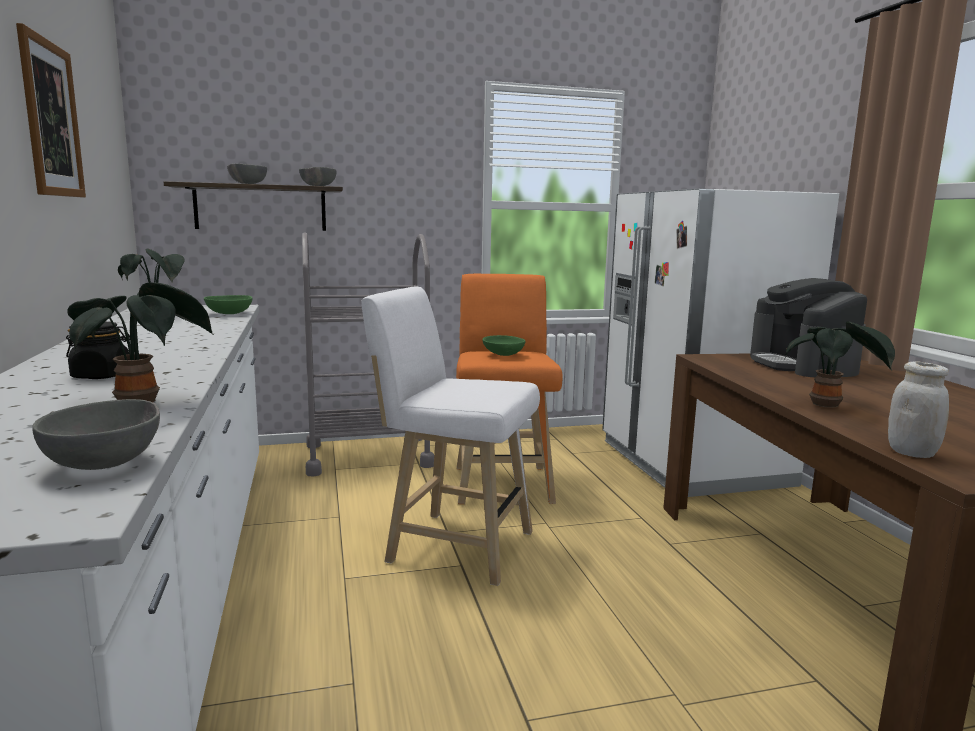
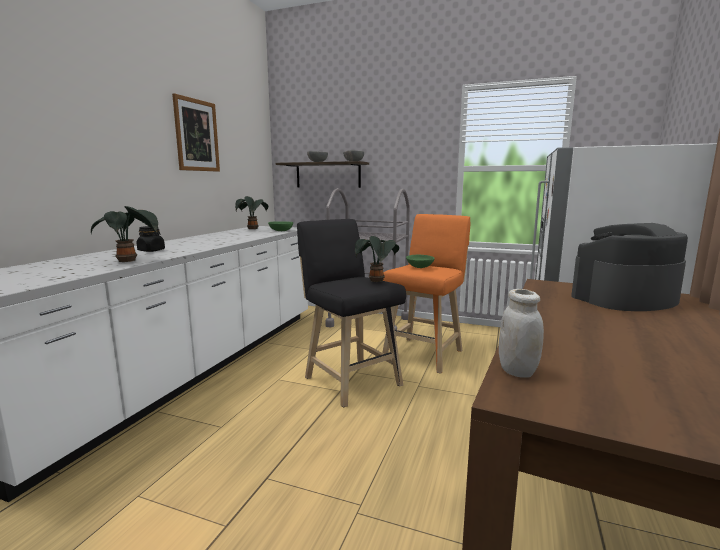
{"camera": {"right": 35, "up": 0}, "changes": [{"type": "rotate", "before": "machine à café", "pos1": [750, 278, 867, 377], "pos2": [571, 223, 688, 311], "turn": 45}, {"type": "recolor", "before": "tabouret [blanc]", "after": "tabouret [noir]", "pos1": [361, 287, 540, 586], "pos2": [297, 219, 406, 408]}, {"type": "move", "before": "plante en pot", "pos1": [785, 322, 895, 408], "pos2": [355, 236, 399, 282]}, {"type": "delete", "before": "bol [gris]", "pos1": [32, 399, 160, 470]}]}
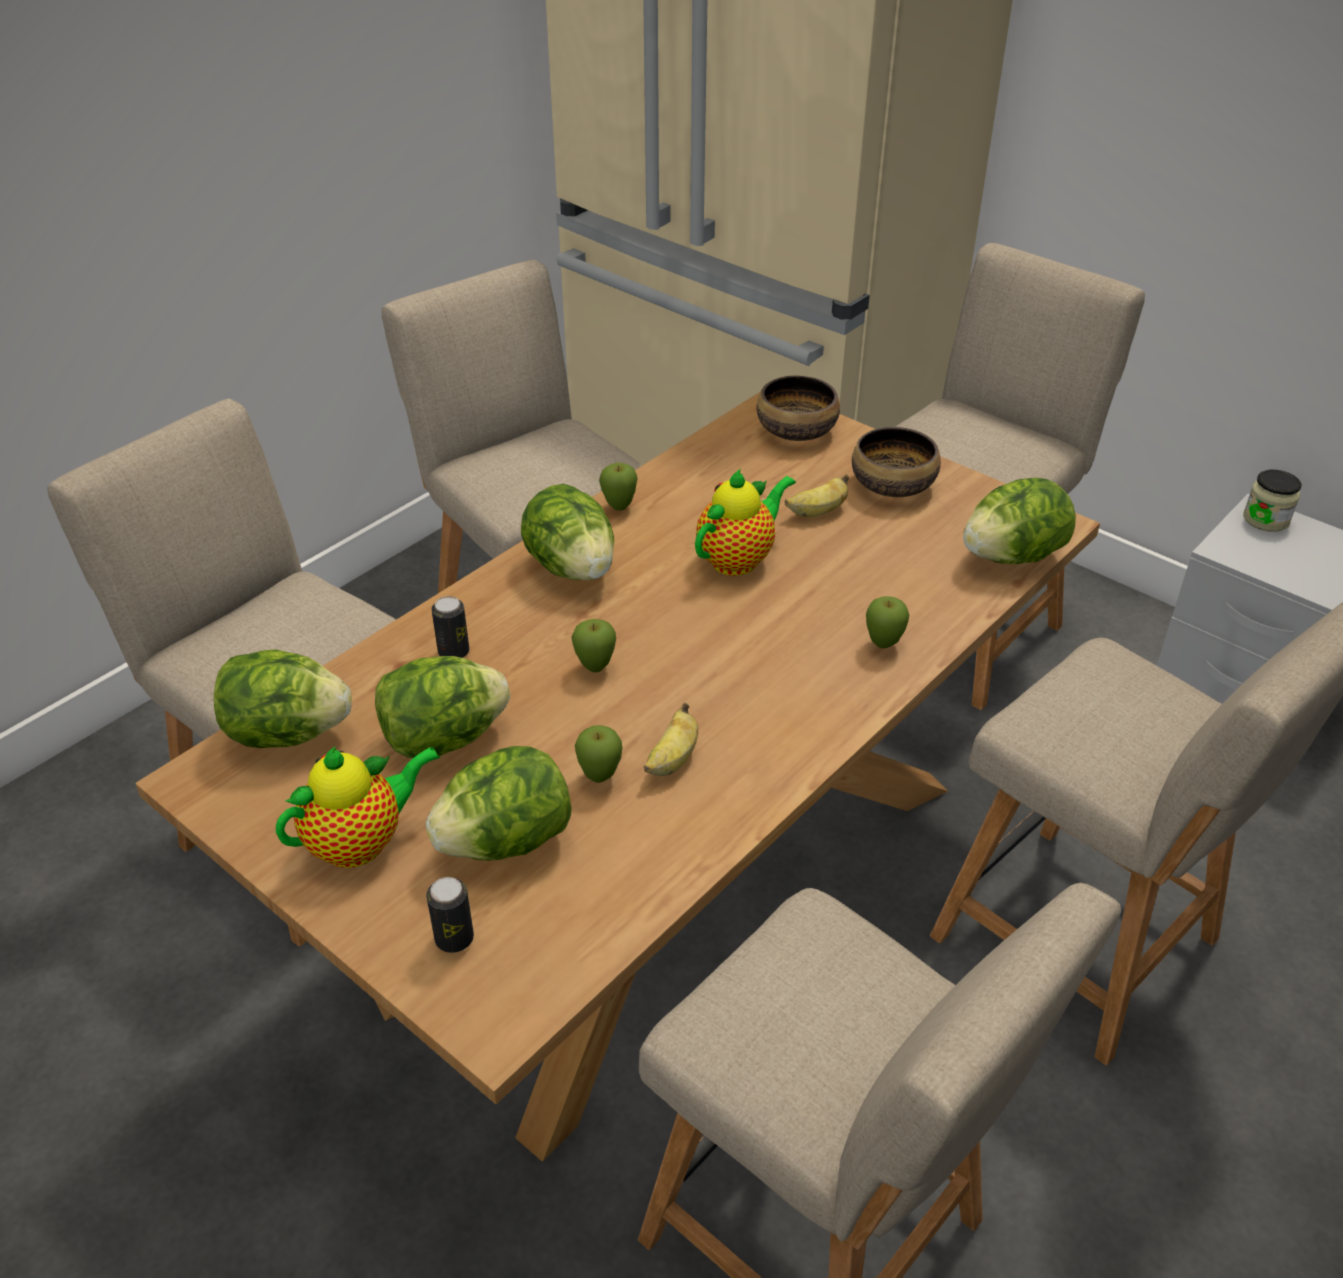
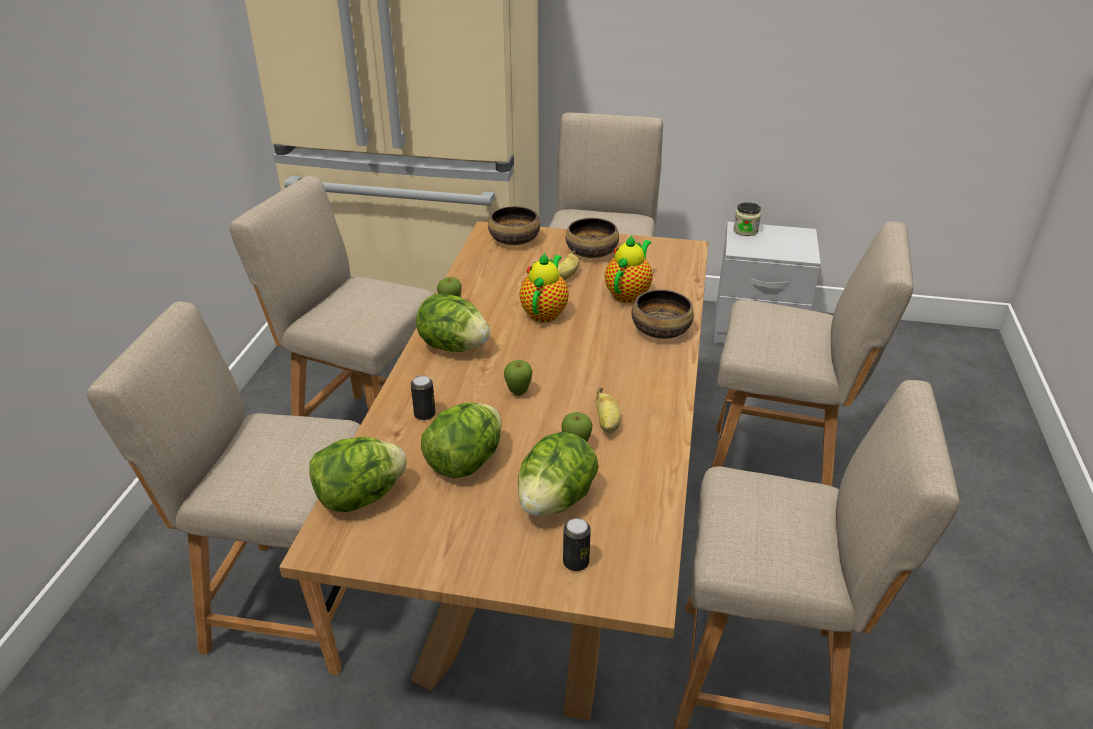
{"camera": {"right": -30, "up": -5}, "changes": [{"type": "delete", "before": "laitue", "pos1": [963, 478, 1076, 564]}, {"type": "replace", "before": "pomme", "after": "bol", "pos1": [866, 596, 909, 648], "pos2": [632, 290, 694, 339]}, {"type": "move", "before": "théière", "pos1": [276, 746, 440, 868], "pos2": [605, 235, 653, 303]}]}
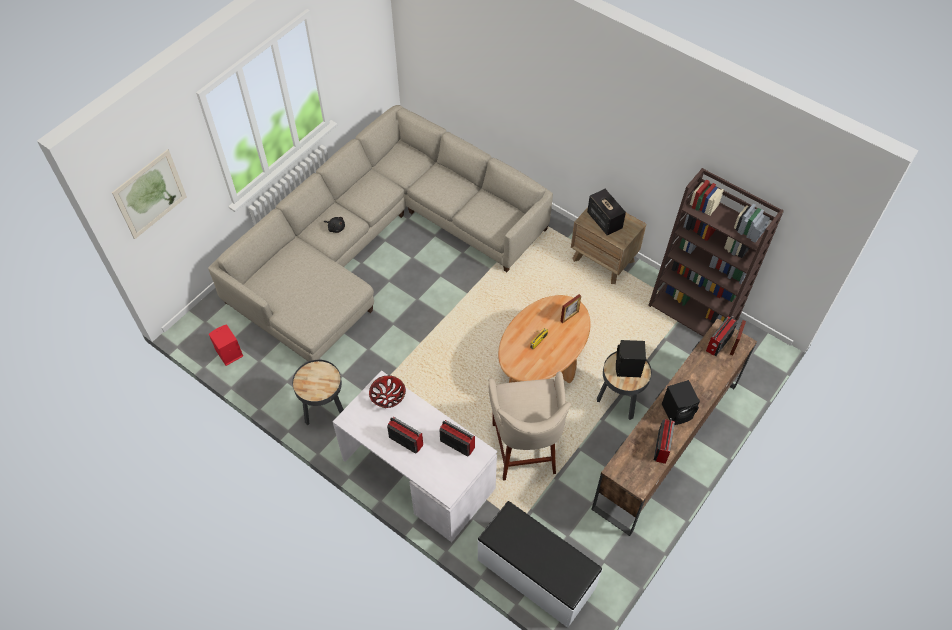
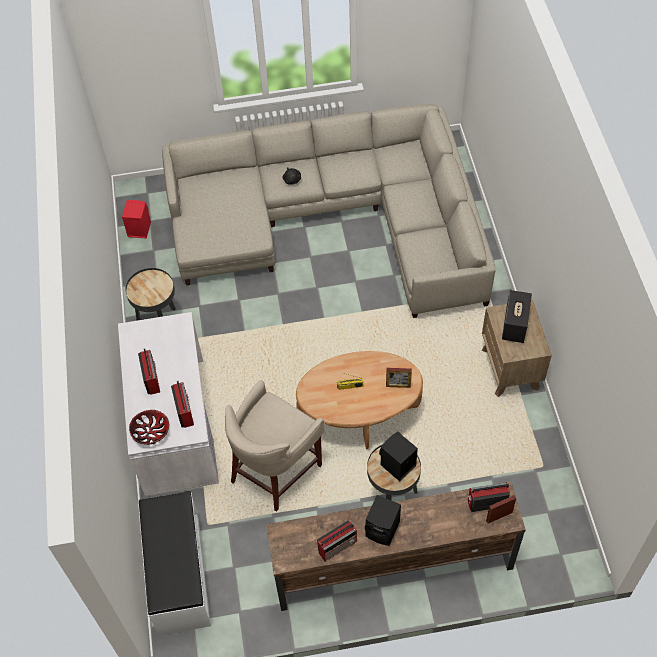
{"camera": {"right": 45, "up": 0}, "changes": [{"type": "delete", "before": "tableau", "pos1": [112, 149, 187, 239]}, {"type": "delete", "before": "bibliothèque [marron]", "pos1": [648, 168, 784, 337]}, {"type": "move", "before": "bol", "pos1": [369, 375, 406, 408], "pos2": [129, 410, 169, 445]}]}
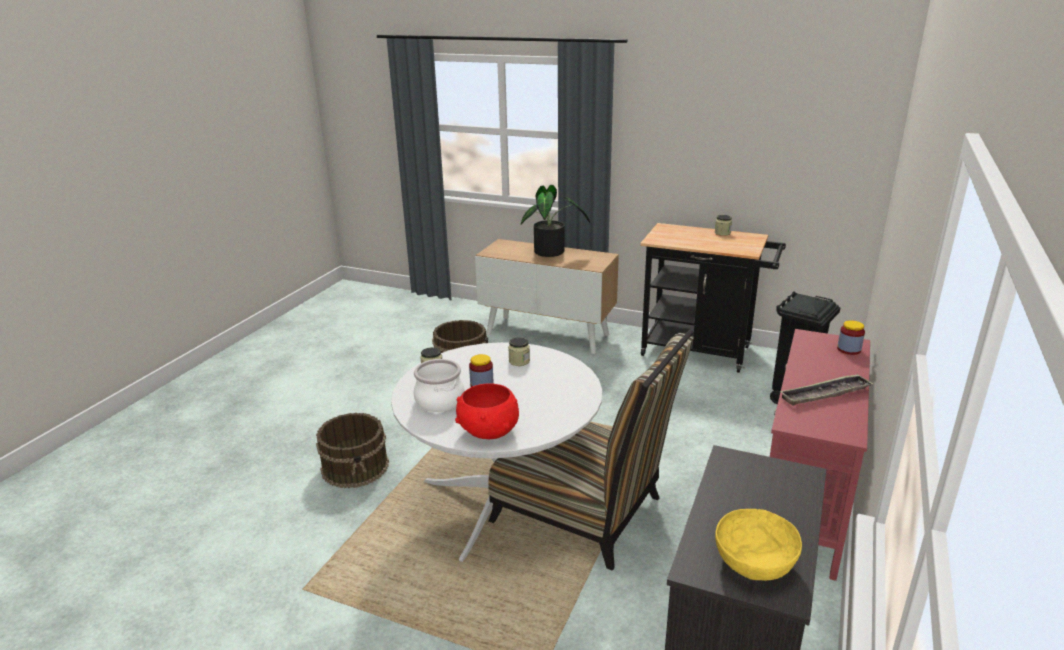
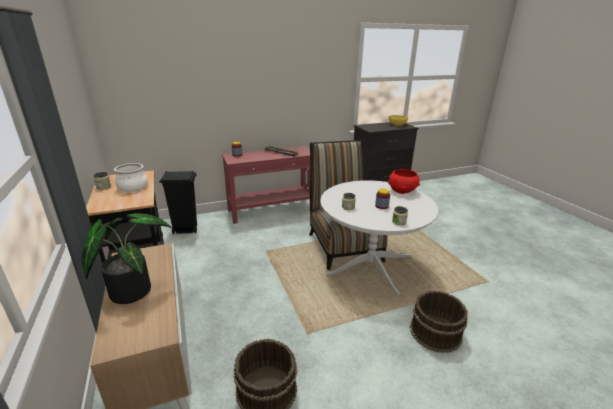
{"camera": {"right": -135, "up": 0}, "changes": [{"type": "move", "before": "marmite", "pos1": [414, 359, 464, 412], "pos2": [114, 163, 148, 192]}]}
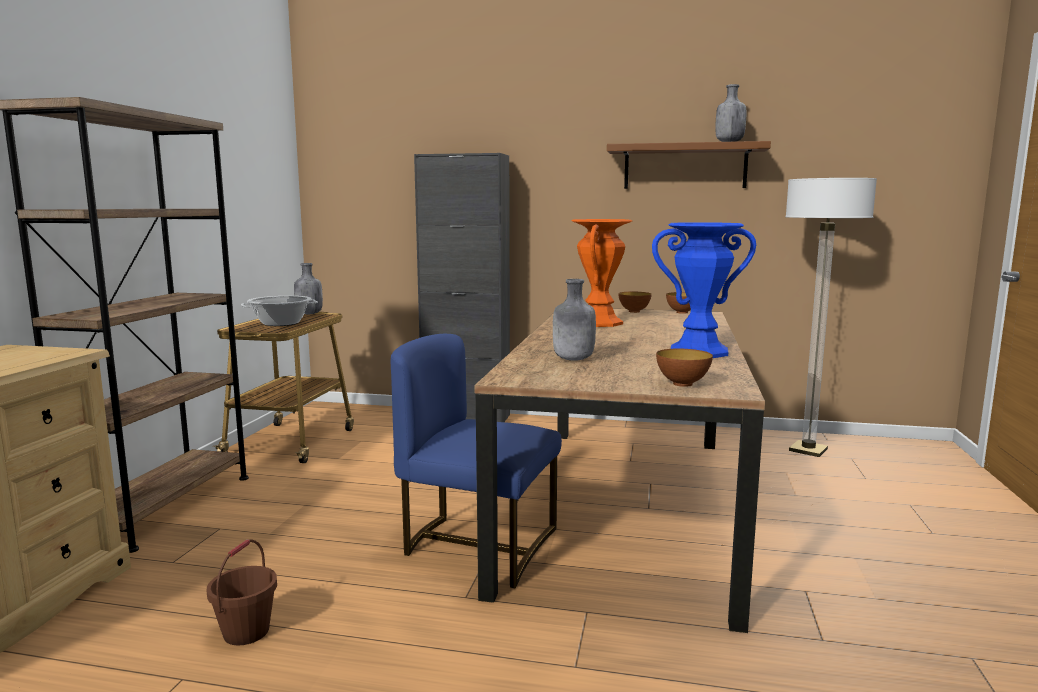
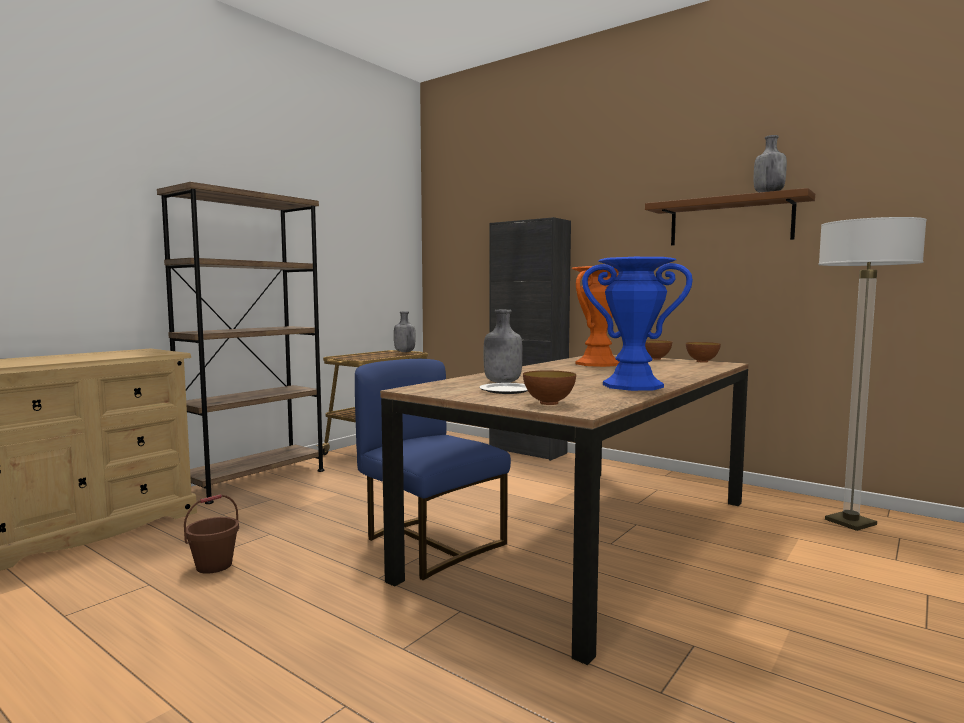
{"camera": {"right": 25, "up": -5}, "changes": [{"type": "delete", "before": "marmite", "pos1": [241, 296, 318, 326]}, {"type": "insert", "after": "assiette", "pos2": [479, 383, 528, 394]}]}
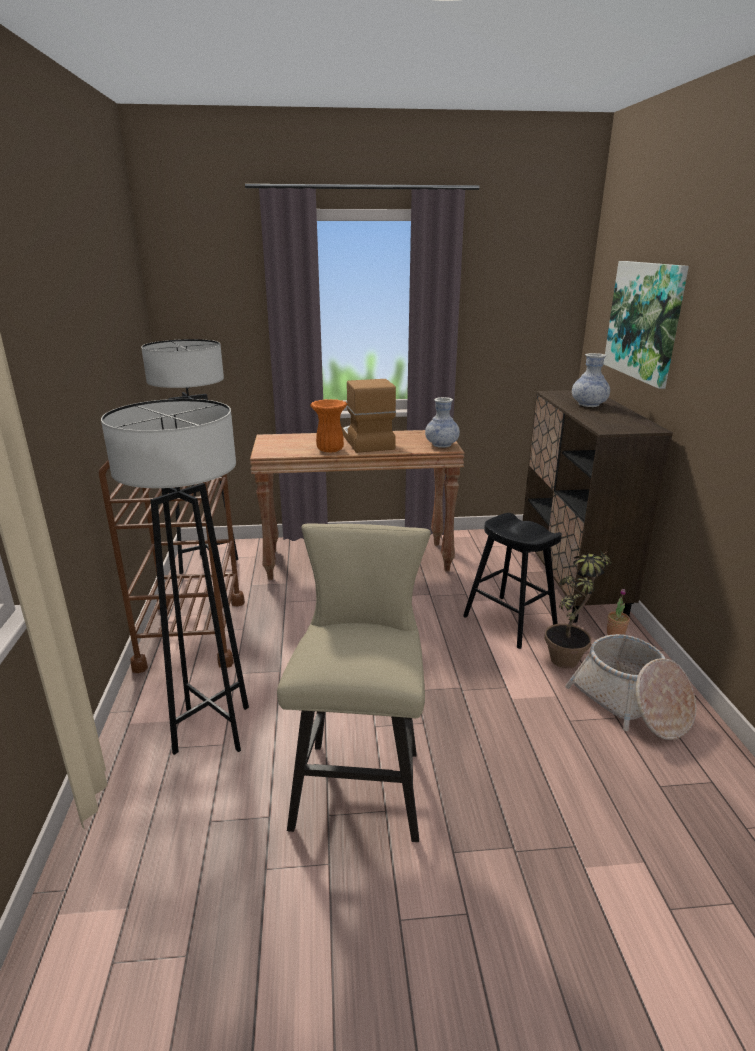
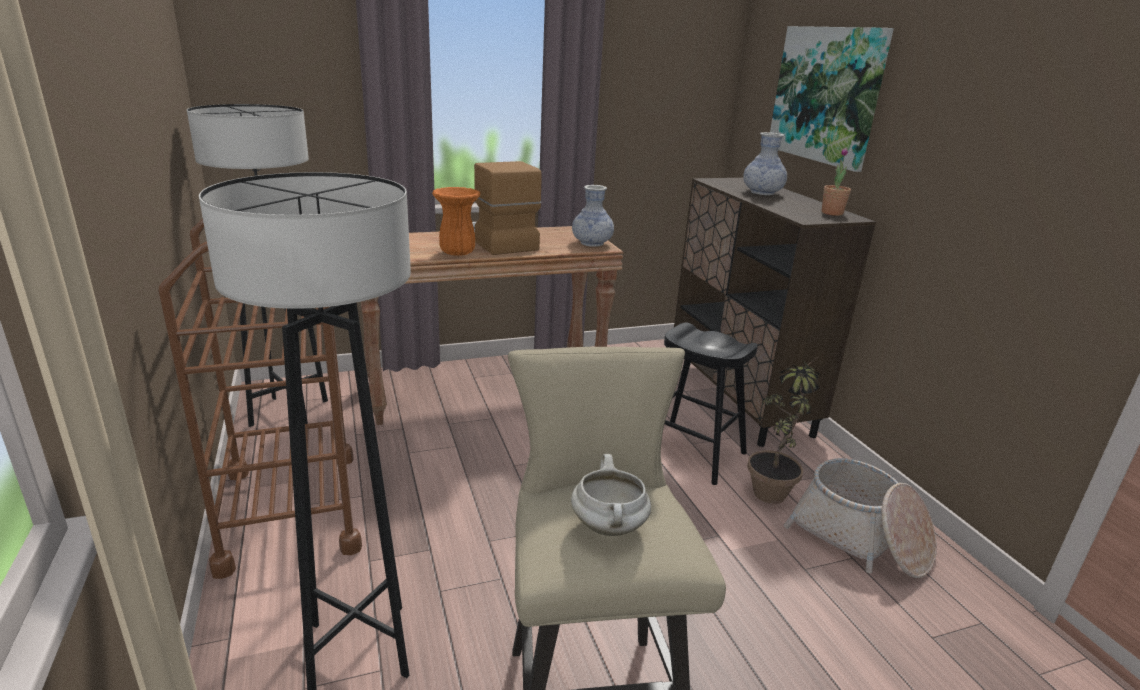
{"camera": {"right": -15, "up": 0}, "changes": [{"type": "move", "before": "plante en pot", "pos1": [607, 589, 630, 635], "pos2": [821, 148, 851, 216]}, {"type": "insert", "after": "marmite [blanc]", "pos2": [571, 454, 651, 536]}]}
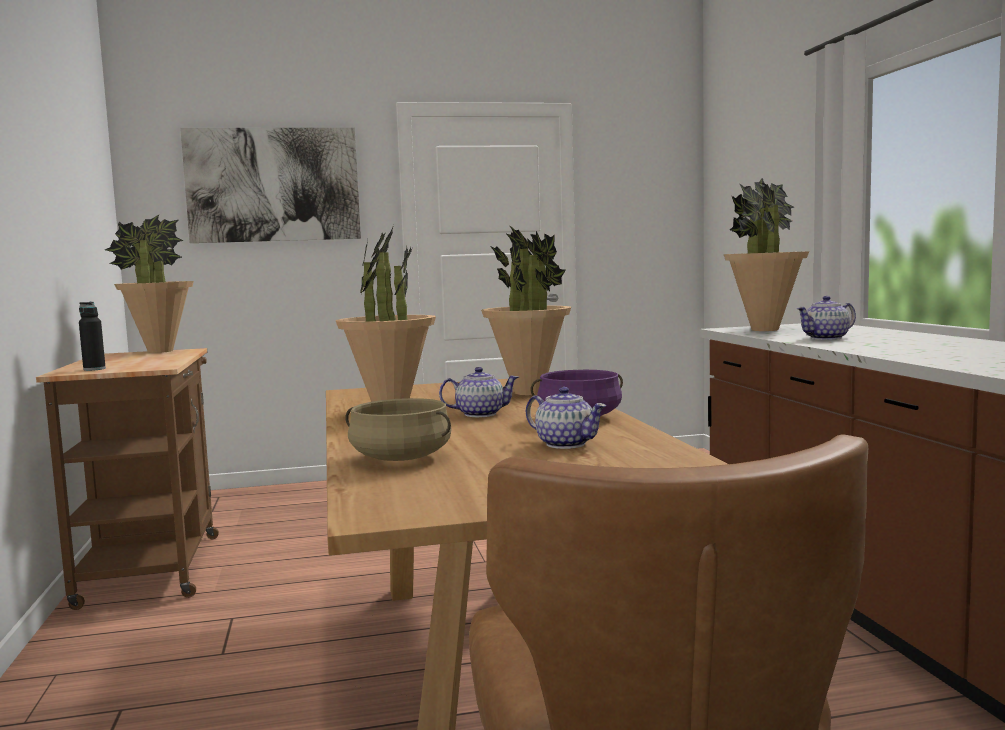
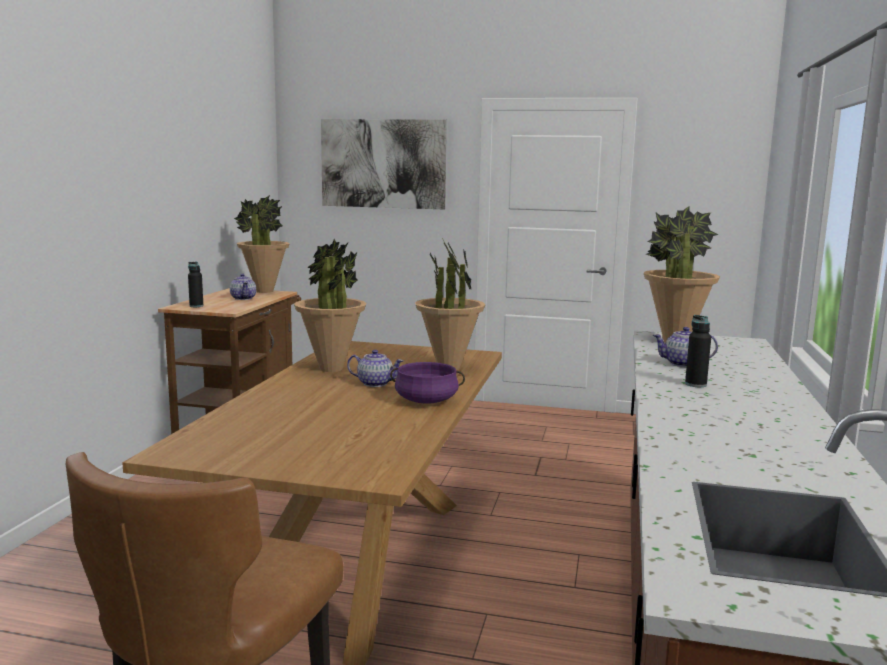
{"camera": {"right": 25, "up": 5}, "changes": [{"type": "move", "before": "théière", "pos1": [526, 387, 606, 449], "pos2": [230, 274, 256, 300]}, {"type": "delete", "before": "marmite [beige]", "pos1": [345, 398, 452, 461]}, {"type": "insert", "after": "bouteille [noir]", "pos2": [685, 315, 711, 387]}]}
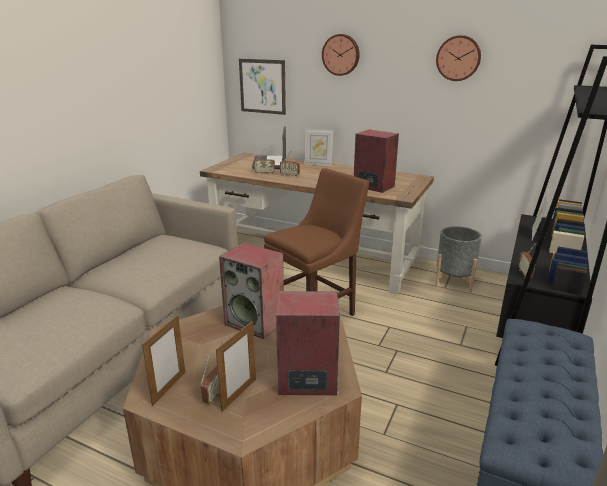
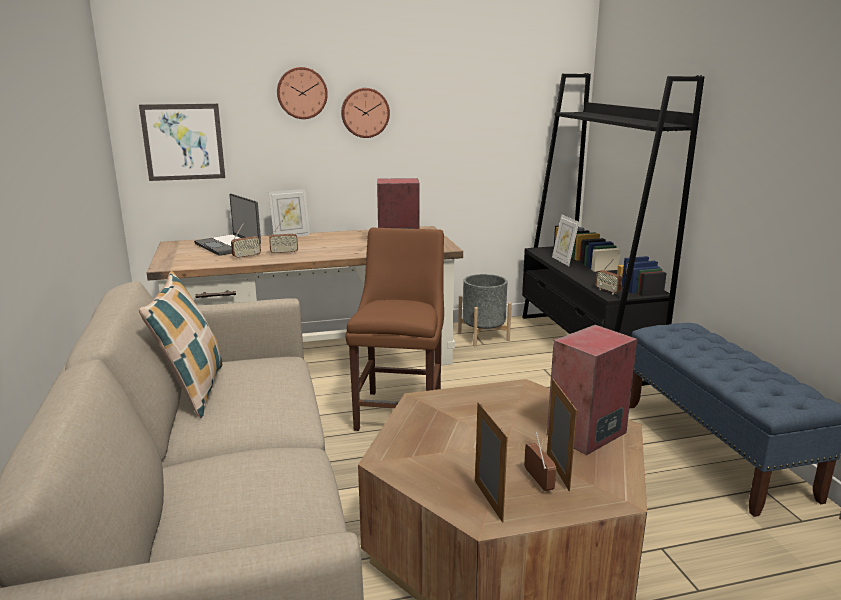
{"camera": {"right": -40, "up": -5}, "changes": [{"type": "move", "before": "horloge murale", "pos1": [436, 35, 481, 81], "pos2": [341, 88, 390, 138]}, {"type": "delete", "before": "enceinte", "pos1": [219, 243, 284, 339]}, {"type": "insert", "after": "coussin", "pos2": [138, 271, 223, 418]}]}
